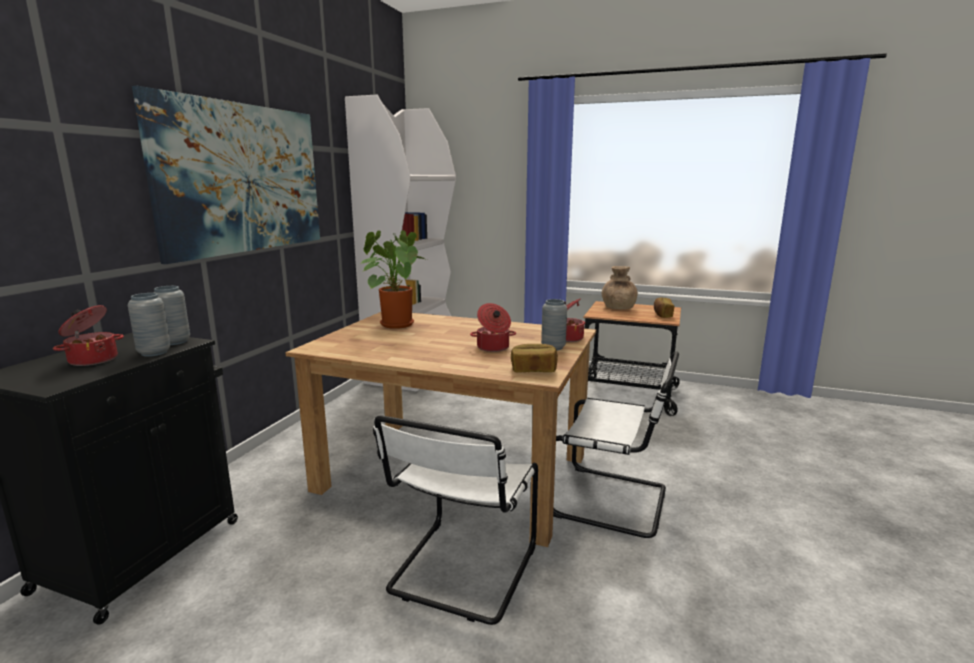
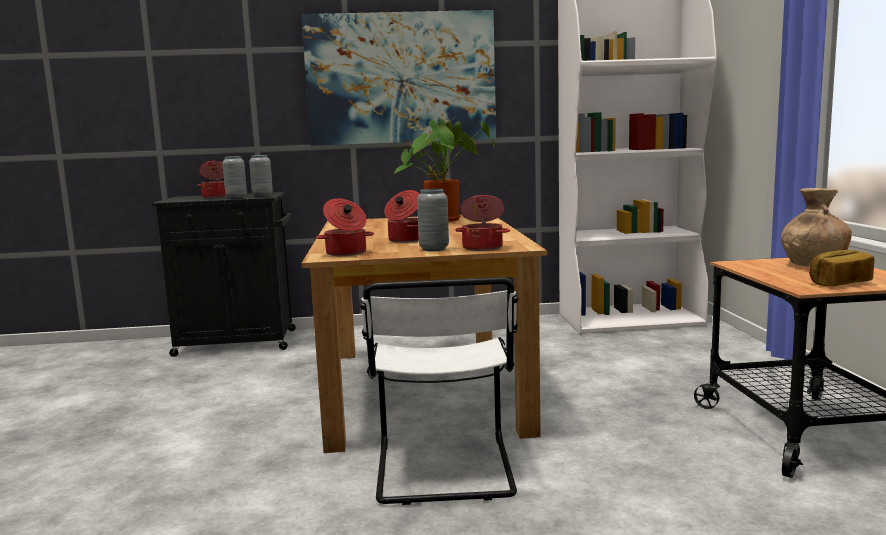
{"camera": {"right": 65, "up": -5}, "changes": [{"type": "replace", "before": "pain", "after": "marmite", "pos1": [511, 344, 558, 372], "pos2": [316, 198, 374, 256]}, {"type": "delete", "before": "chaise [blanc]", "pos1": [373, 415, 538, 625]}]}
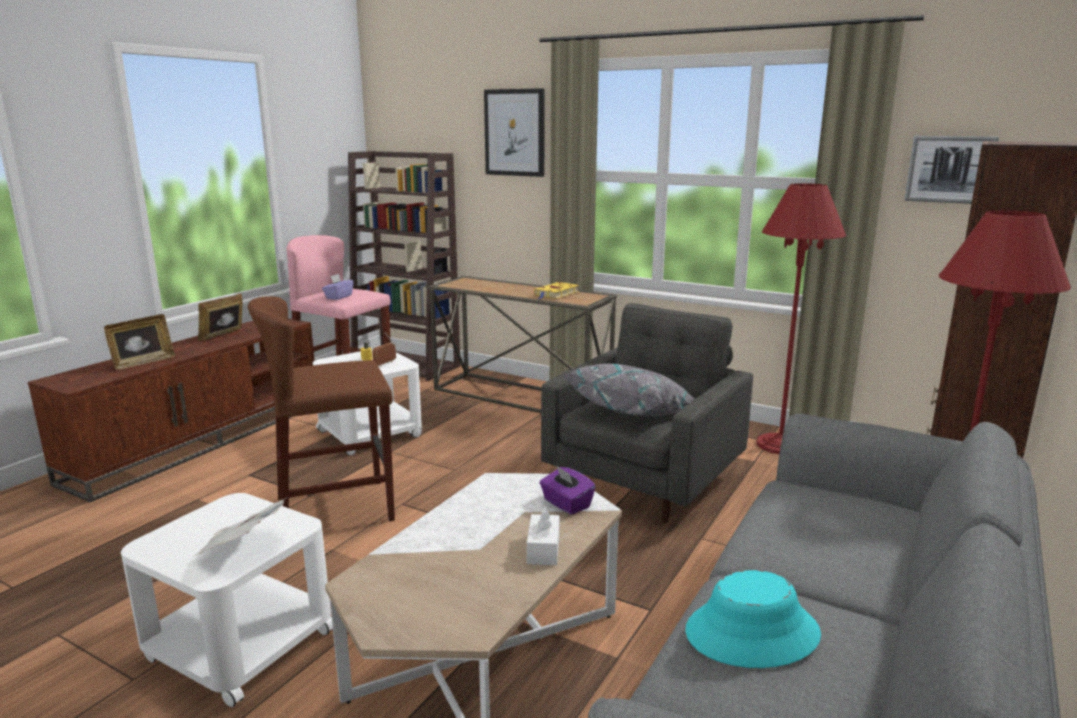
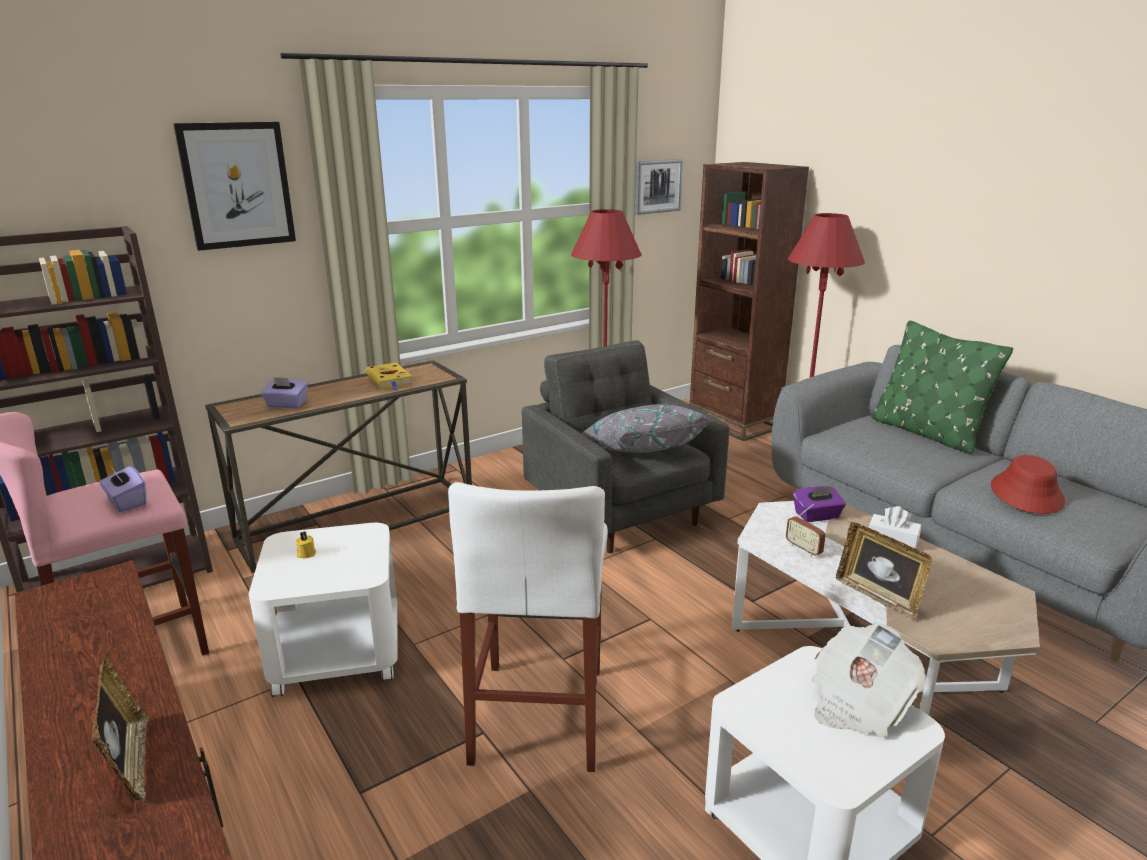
{"camera": {"right": -65, "up": 5}, "changes": [{"type": "move", "before": "cadre photo", "pos1": [198, 294, 242, 341], "pos2": [836, 522, 932, 621]}, {"type": "recolor", "before": "tabouret [marron]", "after": "tabouret [blanc]", "pos1": [248, 296, 395, 522], "pos2": [448, 482, 608, 772]}, {"type": "move", "before": "radio", "pos1": [372, 332, 396, 367], "pos2": [786, 504, 826, 556]}, {"type": "recolor", "before": "chapeau [turquoise]", "after": "chapeau [rouge]", "pos1": [685, 570, 821, 668], "pos2": [991, 455, 1066, 514]}, {"type": "insert", "after": "coussin [vert]", "pos2": [871, 321, 1013, 454]}, {"type": "insert", "after": "boîte à mouchoirs [violet]", "pos2": [261, 377, 308, 408]}]}
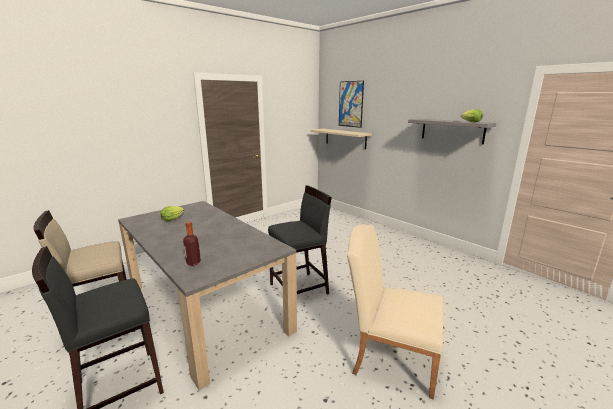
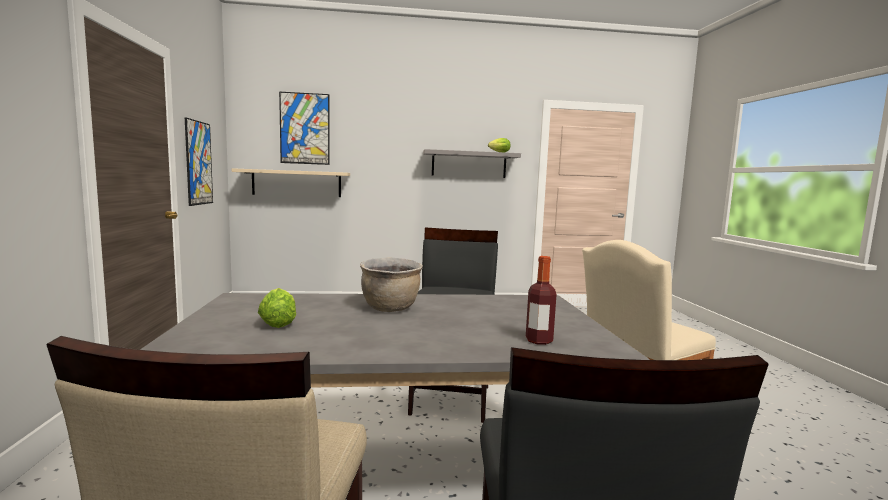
{"camera": {"right": -55, "up": -10}, "changes": [{"type": "insert", "after": "tableau", "pos2": [185, 117, 213, 206]}, {"type": "insert", "after": "marmite [marron]", "pos2": [360, 257, 423, 312]}]}
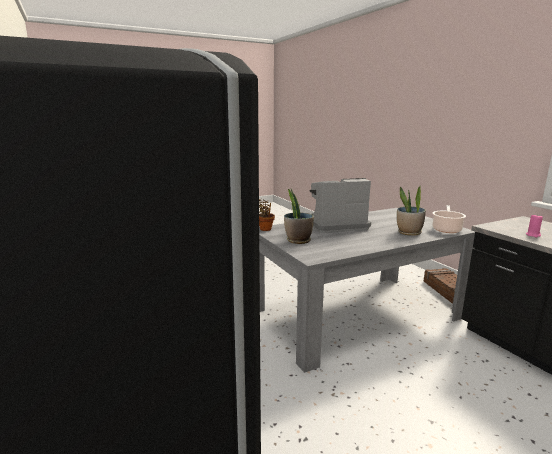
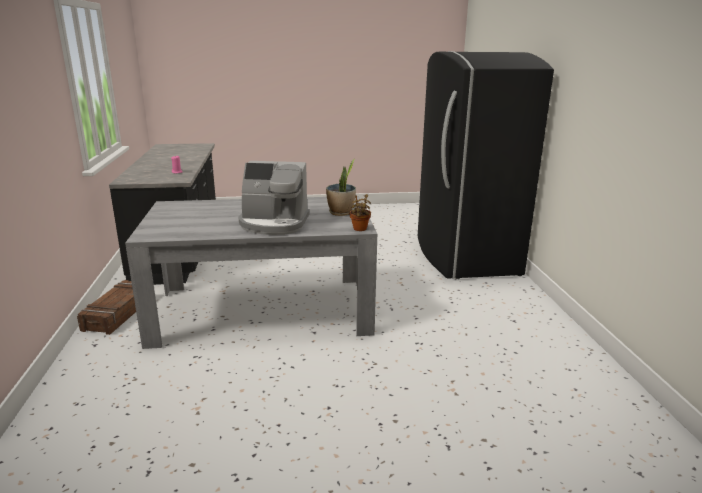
{"camera": {"right": -160, "up": 5}, "changes": [{"type": "delete", "before": "plante en pot", "pos1": [397, 185, 426, 236]}, {"type": "delete", "before": "marmite", "pos1": [432, 205, 466, 233]}]}
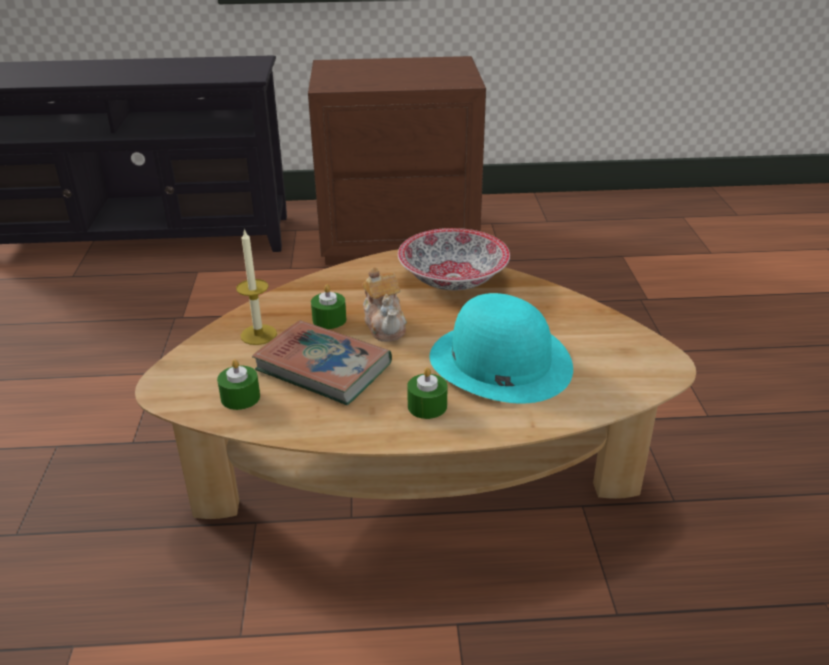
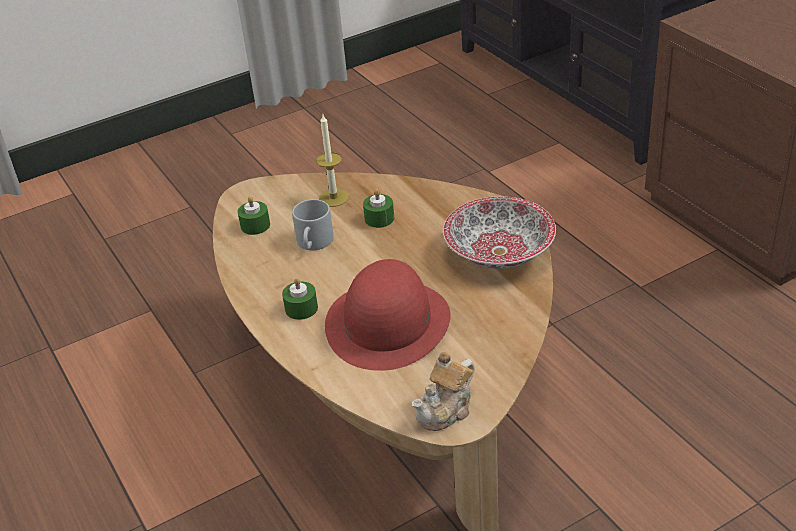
{"camera": {"right": 65, "up": 5}, "changes": [{"type": "move", "before": "théière", "pos1": [362, 267, 407, 342], "pos2": [412, 352, 475, 431]}, {"type": "recolor", "before": "chapeau [turquoise]", "after": "chapeau [rouge]", "pos1": [430, 293, 573, 404], "pos2": [325, 259, 451, 371]}, {"type": "replace", "before": "livre", "after": "mug [gris]", "pos1": [252, 320, 392, 405], "pos2": [292, 199, 334, 250]}]}
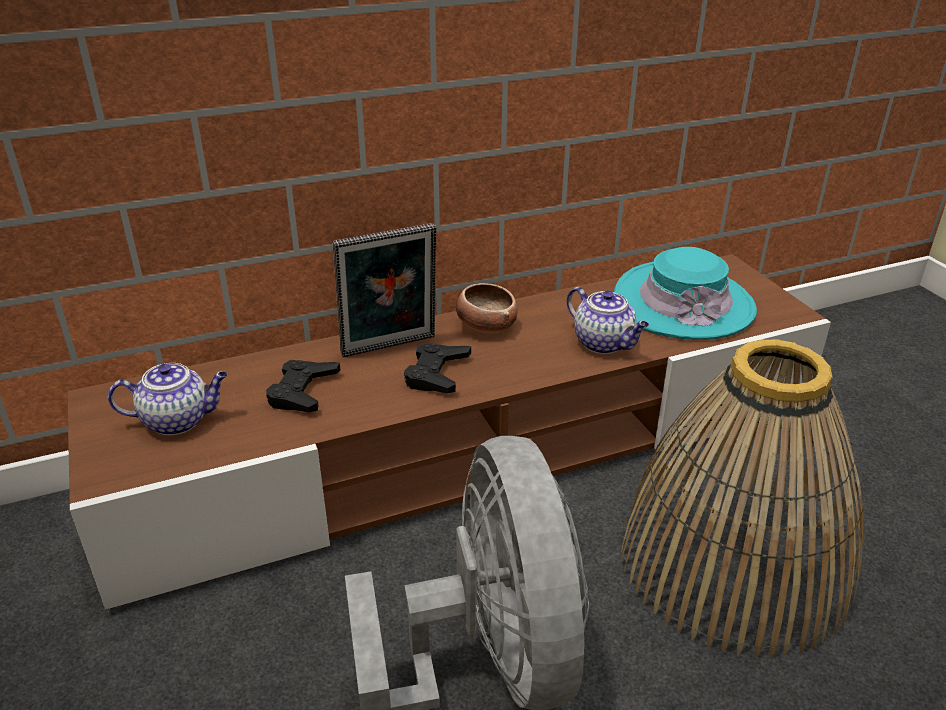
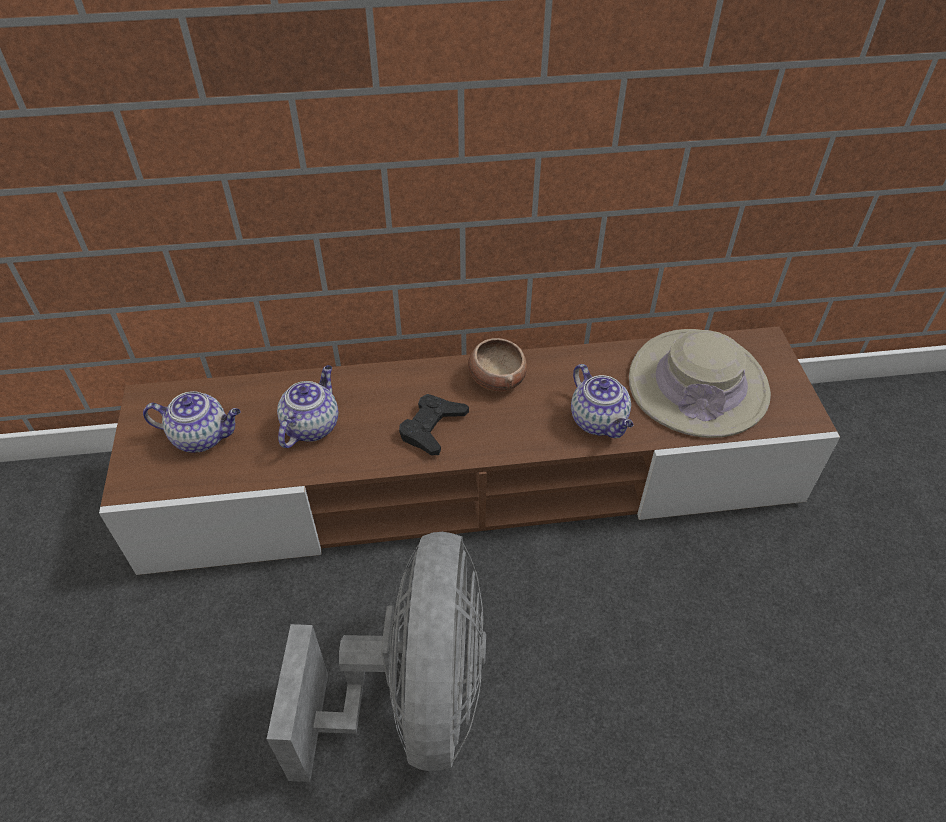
{"camera": {"right": 15, "up": 15}, "changes": [{"type": "delete", "before": "cadre photo", "pos1": [333, 223, 437, 357]}, {"type": "recolor", "before": "chapeau [turquoise]", "after": "chapeau [beige]", "pos1": [614, 247, 757, 340], "pos2": [629, 329, 771, 438]}, {"type": "delete", "before": "panier", "pos1": [620, 339, 863, 658]}, {"type": "replace", "before": "manette [noir]", "after": "théière", "pos1": [266, 360, 340, 413], "pos2": [277, 365, 338, 448]}]}
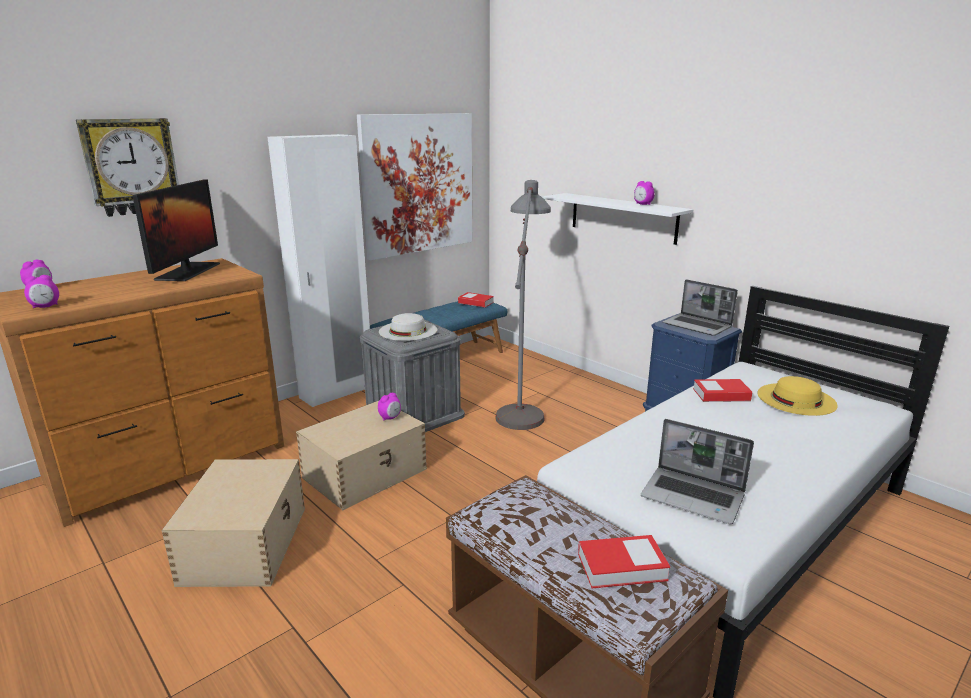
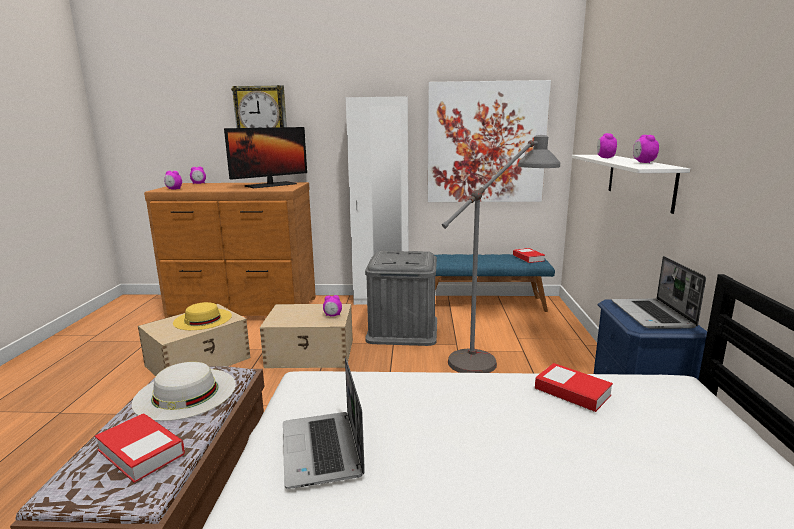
{"camera": {"right": 45, "up": -5}, "changes": [{"type": "move", "before": "chapeau [blanc]", "pos1": [379, 313, 437, 341], "pos2": [132, 362, 236, 421]}, {"type": "move", "before": "chapeau [jaune]", "pos1": [757, 376, 838, 416], "pos2": [173, 302, 232, 330]}, {"type": "insert", "after": "réveil", "pos2": [597, 133, 617, 158]}]}
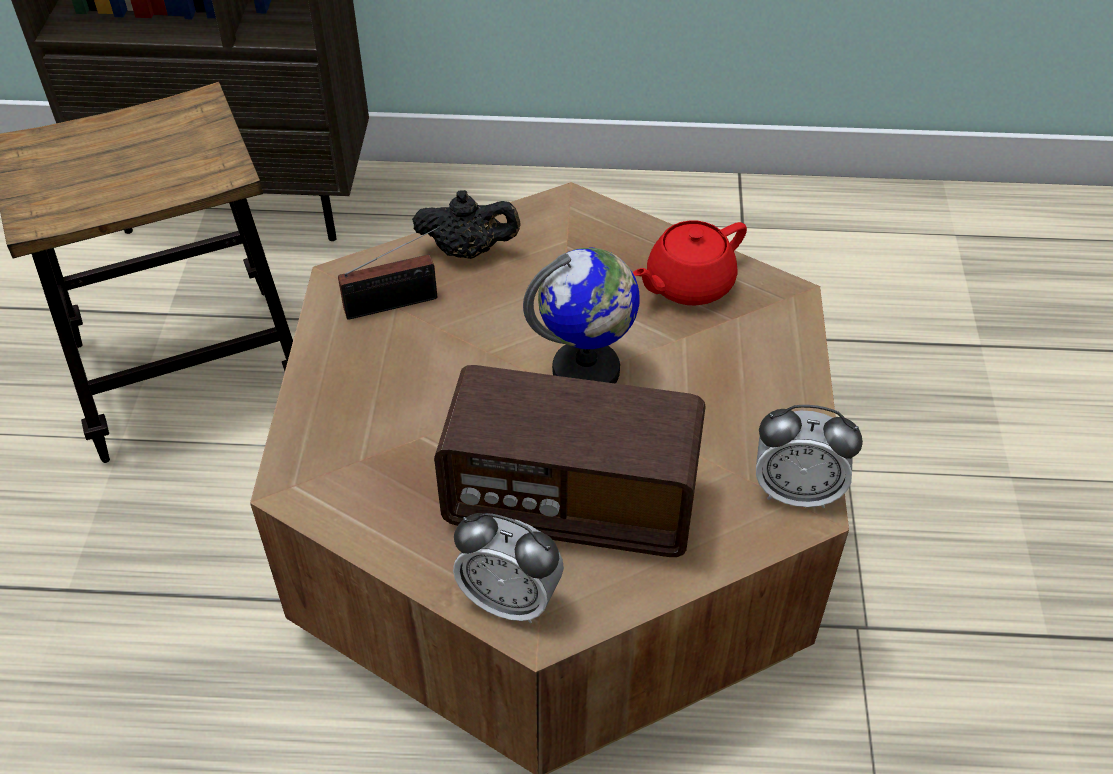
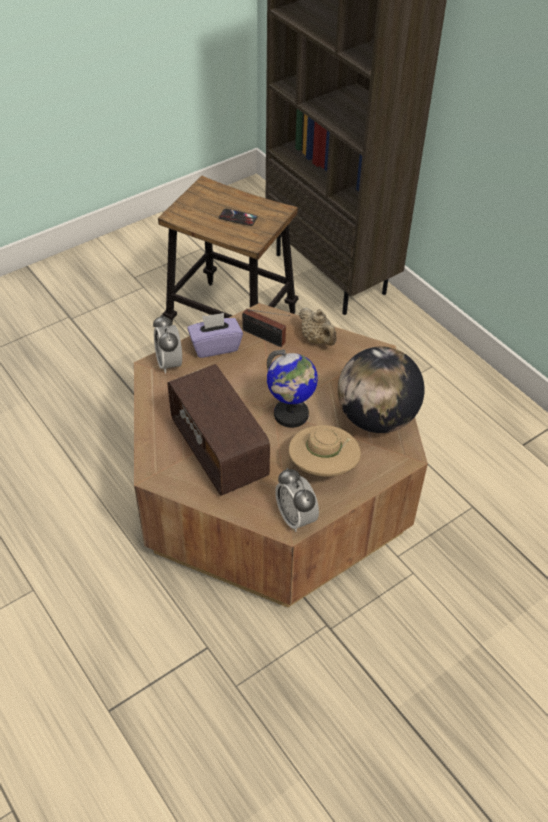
{"camera": {"right": 50, "up": 0}, "changes": [{"type": "recolor", "before": "théière [noir]", "after": "théière [beige]", "pos1": [412, 190, 521, 259], "pos2": [299, 307, 336, 346]}, {"type": "replace", "before": "théière [rouge]", "after": "globe", "pos1": [633, 220, 747, 305], "pos2": [338, 347, 425, 433]}, {"type": "move", "before": "réveil", "pos1": [453, 513, 564, 623], "pos2": [153, 314, 182, 373]}, {"type": "insert", "after": "téléphone", "pos2": [219, 208, 258, 226]}, {"type": "insert", "after": "boîte à mouchoirs [violet]", "pos2": [187, 313, 243, 358]}, {"type": "insert", "after": "chapeau [beige]", "pos2": [289, 425, 361, 477]}]}
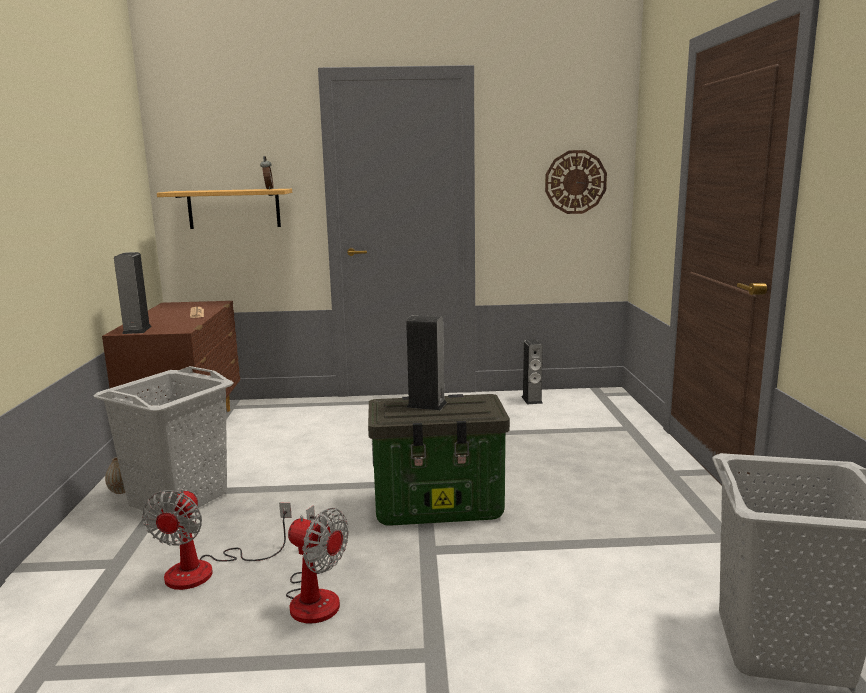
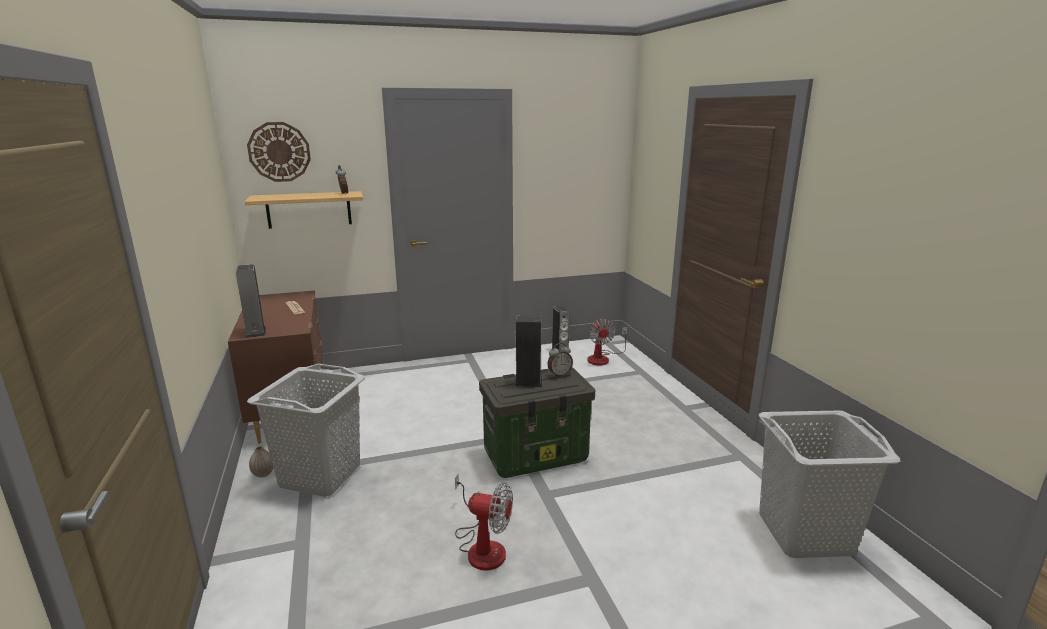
{"camera": {"right": -15, "up": 5}, "changes": [{"type": "move", "before": "horloge murale", "pos1": [545, 150, 607, 214], "pos2": [247, 122, 311, 182]}, {"type": "move", "before": "ventilateur", "pos1": [142, 488, 292, 590], "pos2": [588, 319, 627, 365]}, {"type": "insert", "after": "réveil", "pos2": [547, 343, 573, 377]}]}
